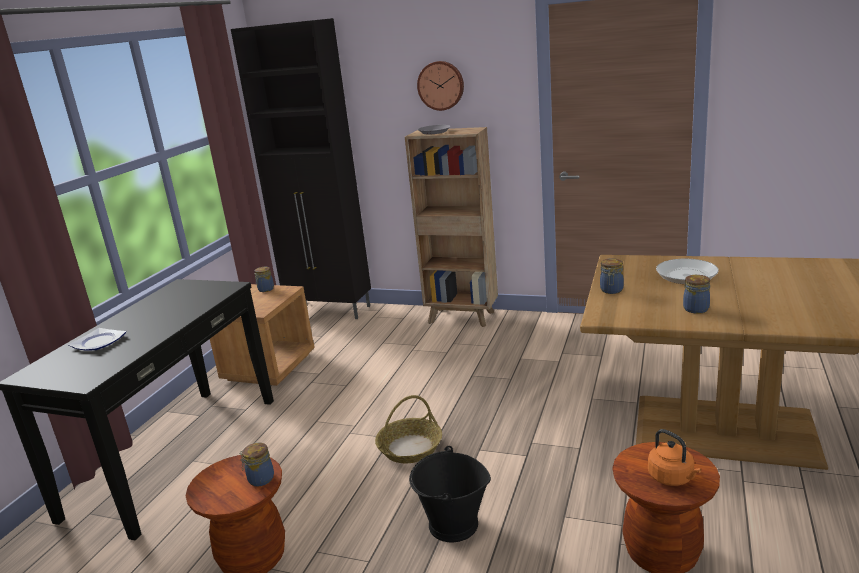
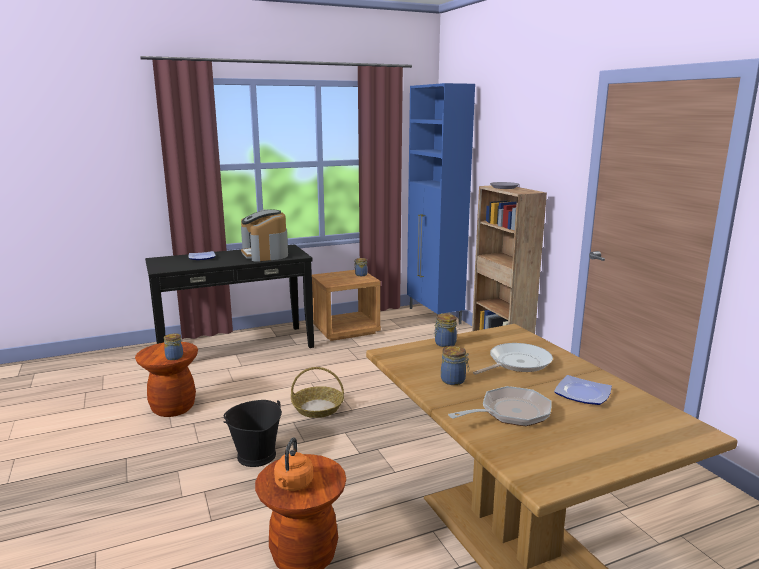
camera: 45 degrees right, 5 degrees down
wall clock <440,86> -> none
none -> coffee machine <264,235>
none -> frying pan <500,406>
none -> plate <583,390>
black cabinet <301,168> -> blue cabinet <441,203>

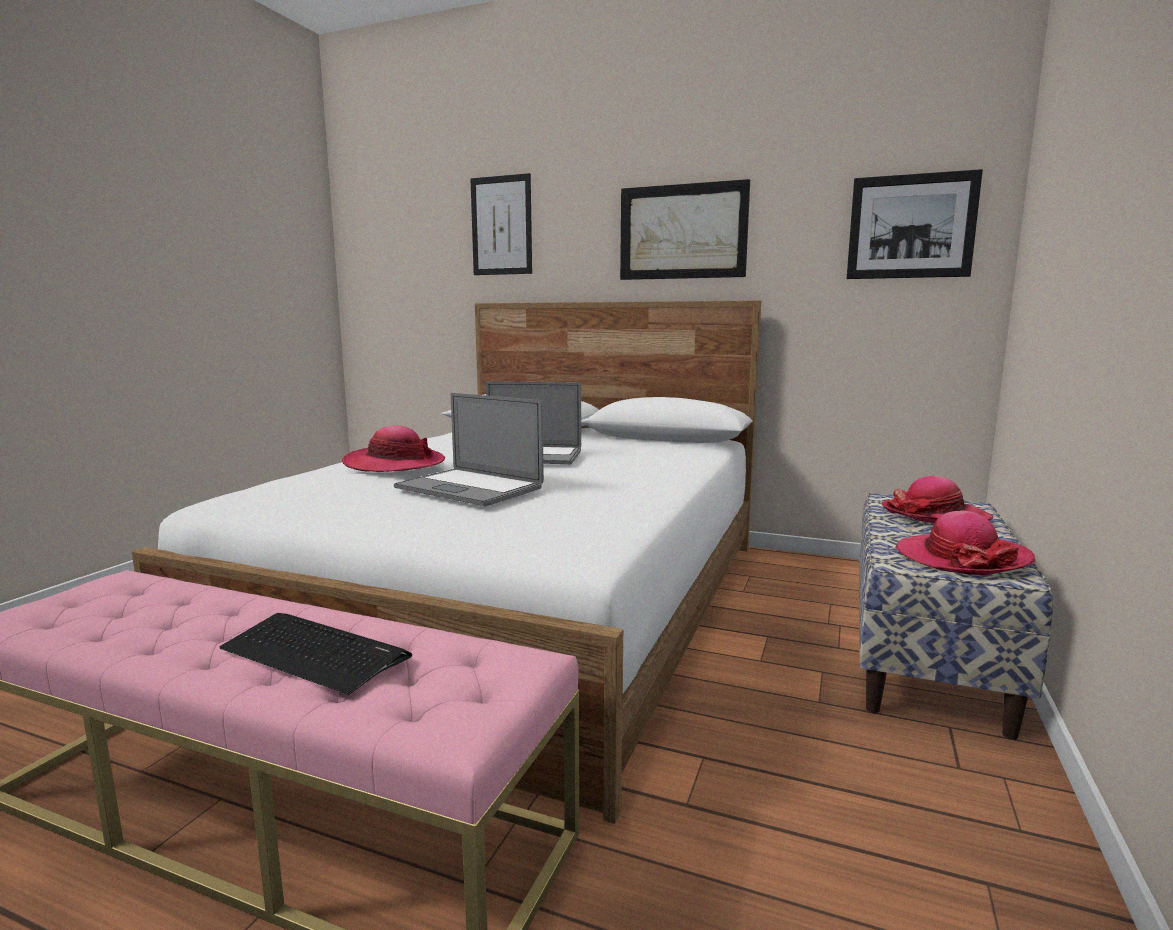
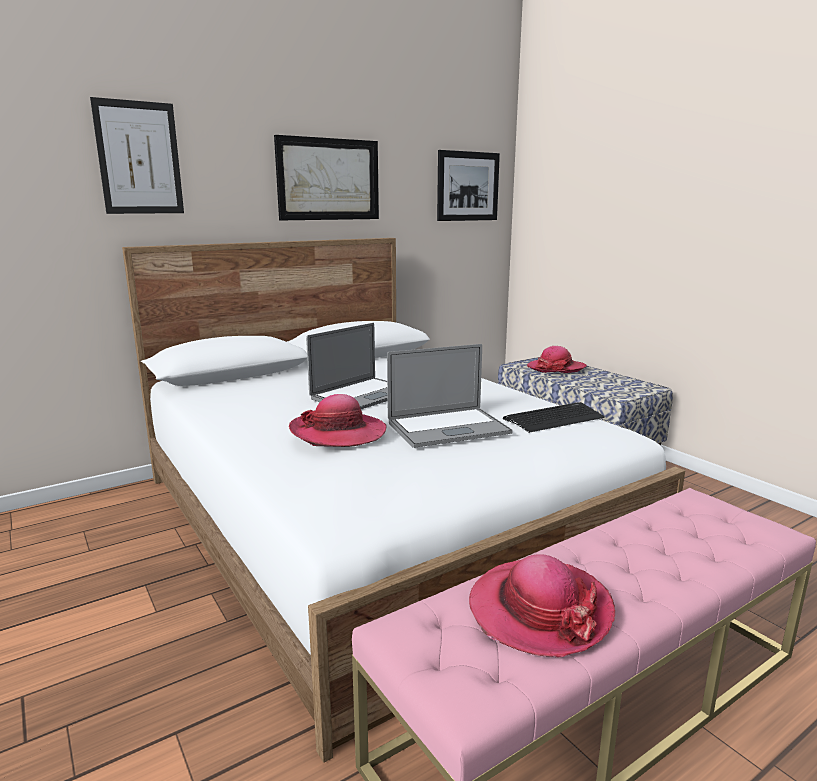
camera: 55 degrees left, 5 degrees up
keyboard <315,654> -> keyboard <554,417>, shifted
hat <965,542> -> hat <542,606>, shifted

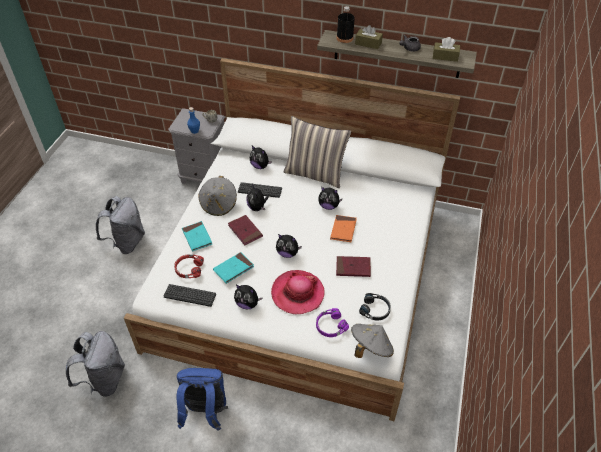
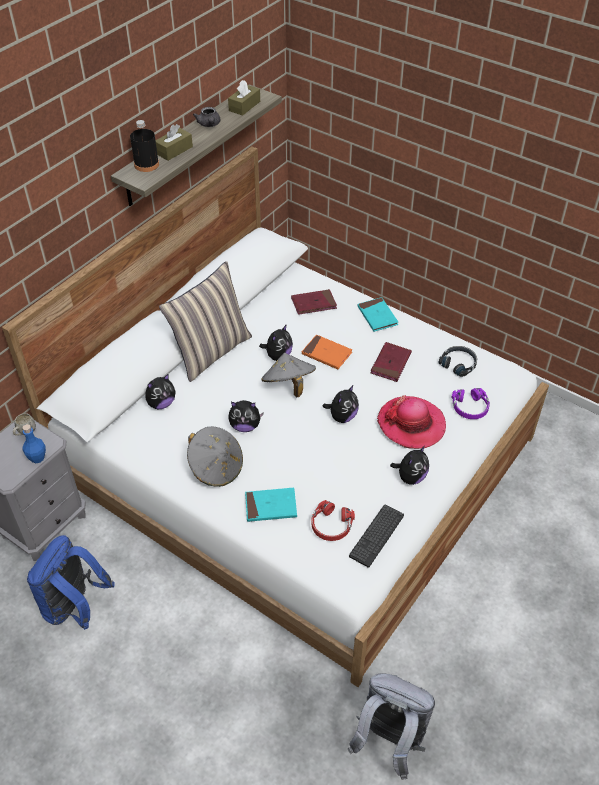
camera: 70 degrees left, 0 degrees up
grey backpack <120,225> -> none
keyboard <260,190> -> none
blue backpack <202,399> -> blue backpack <70,582>, shifted
turquoise book <233,268> -> turquoise book <378,314>, shifted
red book <245,230> -> red book <314,302>, shifted
grey hat <372,341> -> grey hat <288,375>, shifted

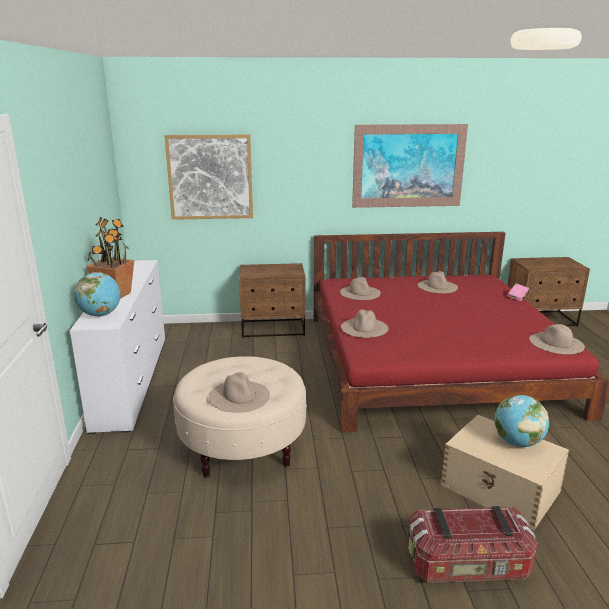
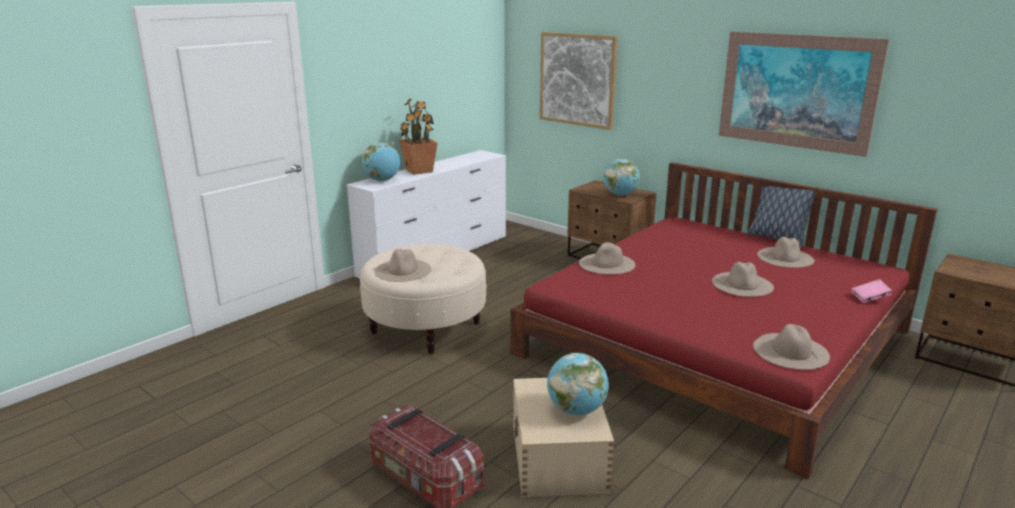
camera: 45 degrees right, 0 degrees up
none -> globe <621,177>
none -> pillow <783,216>
beige hat <360,288> -> beige hat <743,279>, shifted

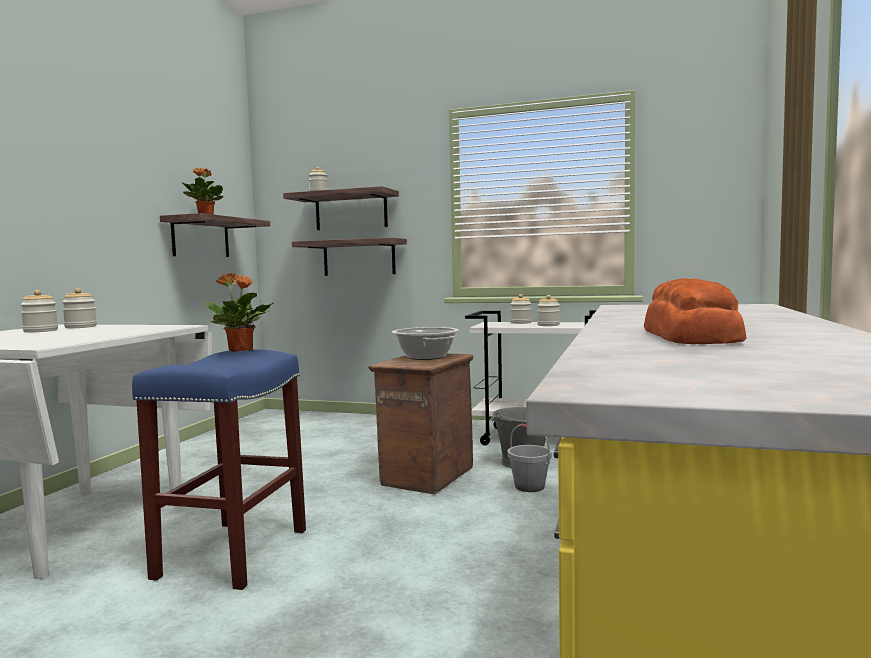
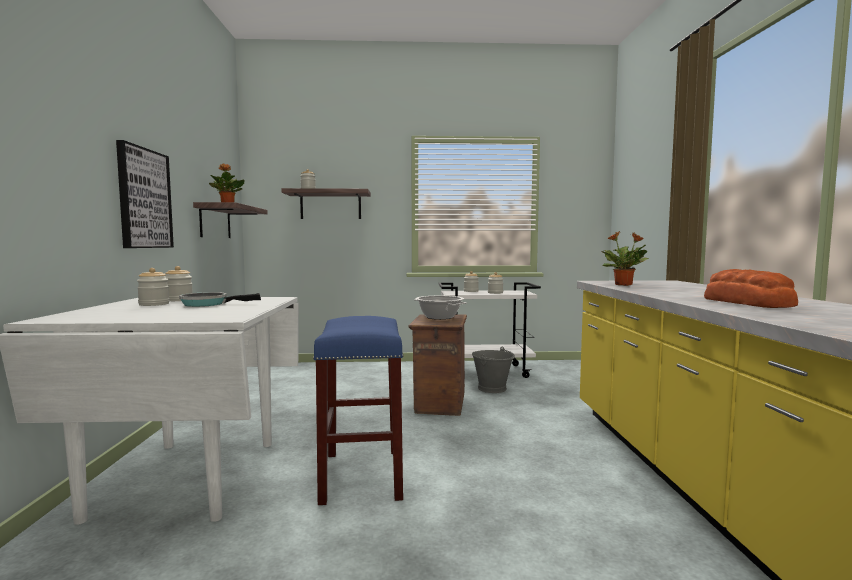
camera: 20 degrees left, 0 degrees up
shelf <349,256> -> none
grey bucket <529,458> -> none
none -> picture <145,194>
none -> frying pan <220,299>
potted plant <239,312> -> potted plant <625,259>, shifted

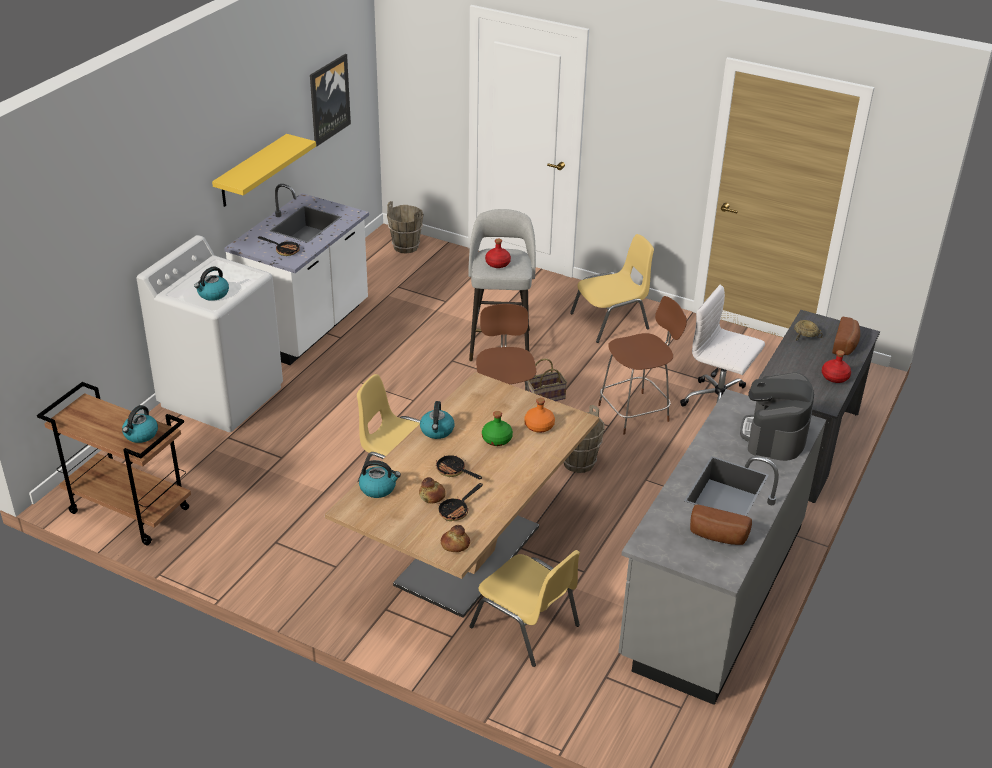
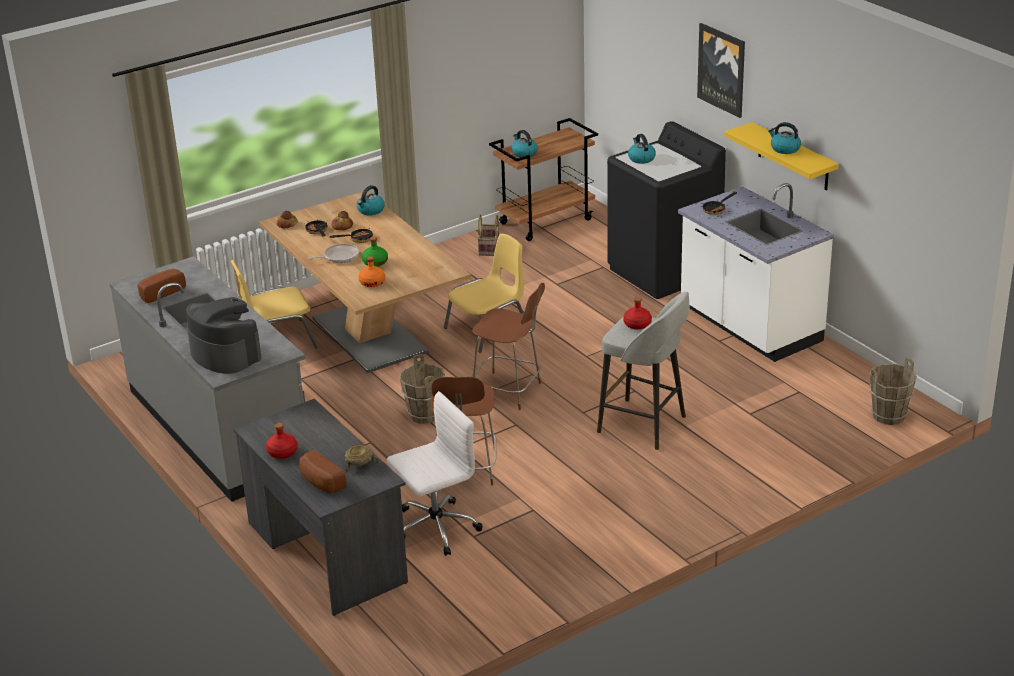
camera: 120 degrees right, 5 degrees down
yellow chair <612,288> -> none
none -> frying pan <333,253>
picture <330,100> -> picture <721,70>, shifted
kettle <437,420> -> kettle <784,138>, shifted
basket <547,379> -> basket <488,235>, shifted
white washing machine <209,333> -> black washing machine <666,210>

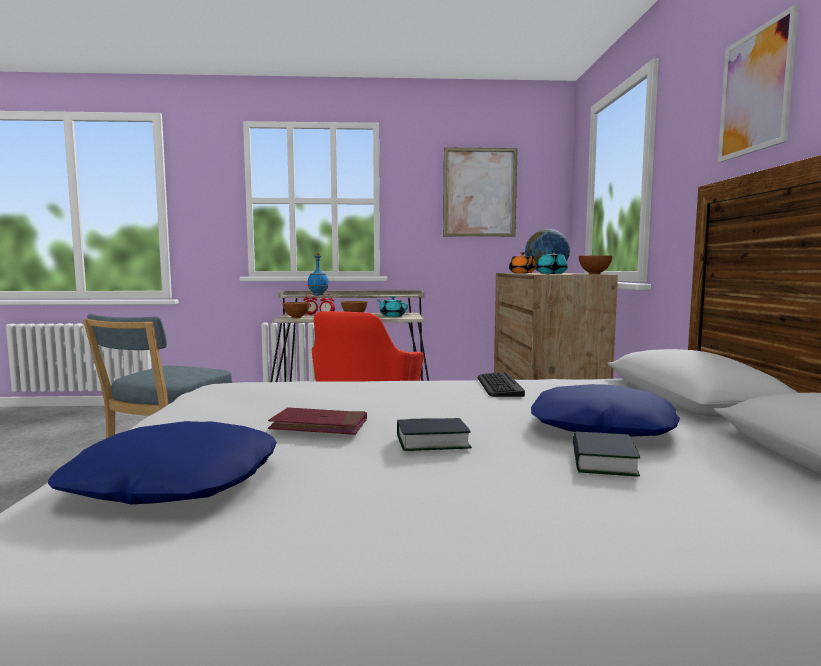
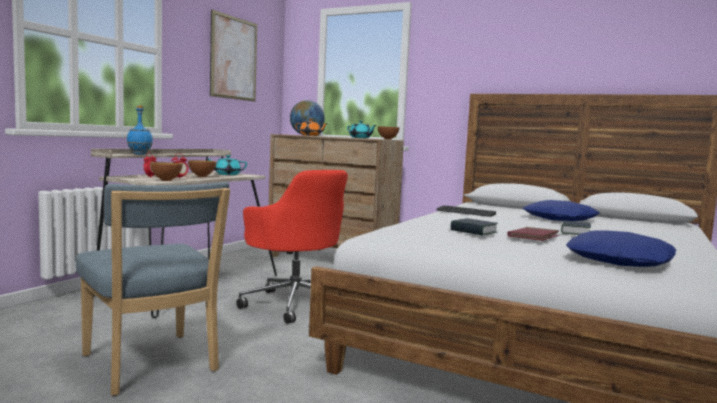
camera: 60 degrees left, 0 degrees up
picture <758,83> -> none
book <606,454> -> book <474,227>, shifted

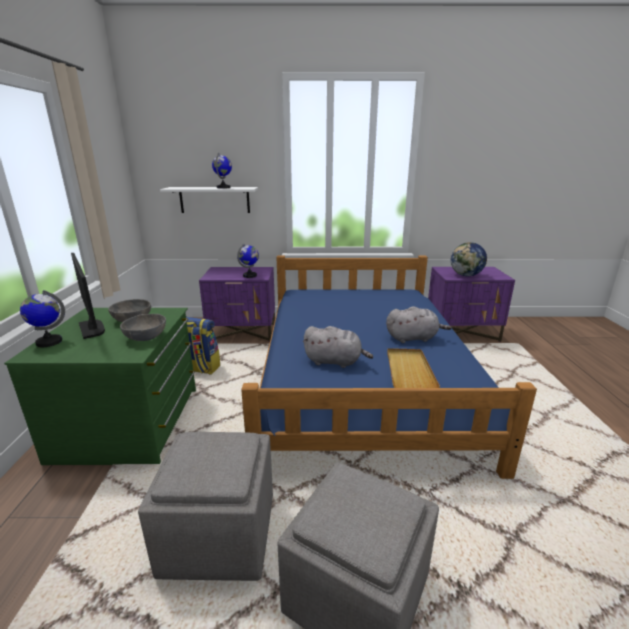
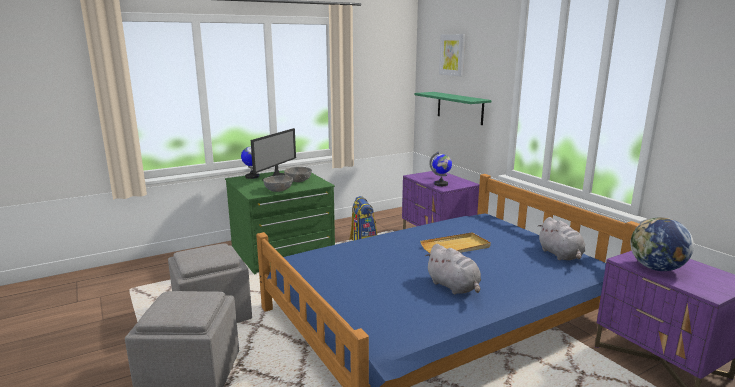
camera: 60 degrees right, 5 degrees down
globe <222,171> -> none
none -> picture <452,55>
grey plush toy <338,347> -> grey plush toy <561,238>, shifted
beige tray <413,368> -> beige tray <455,242>, shifted
white shelf <209,200> -> green shelf <453,108>

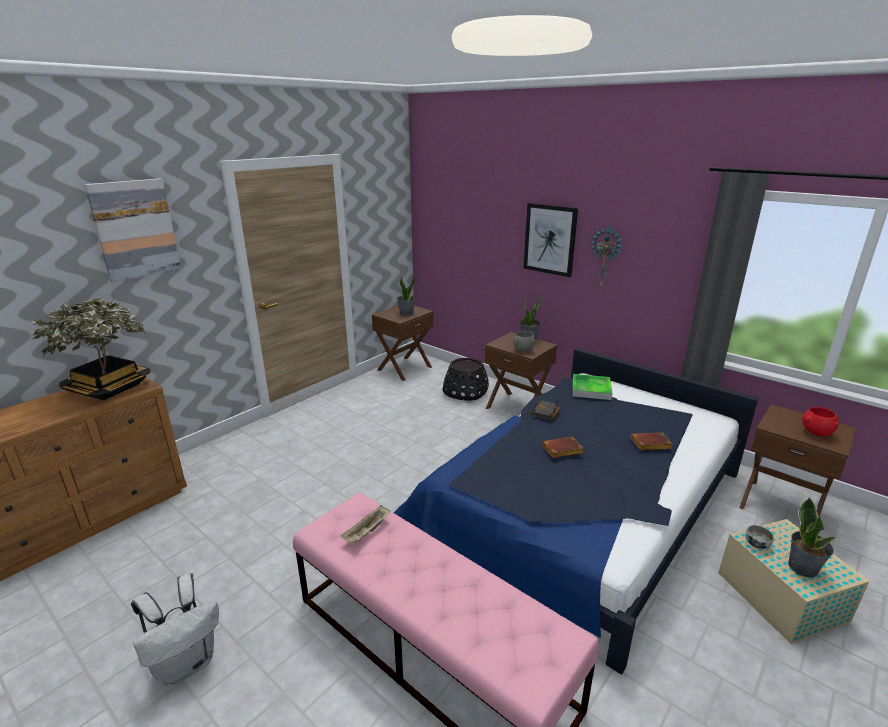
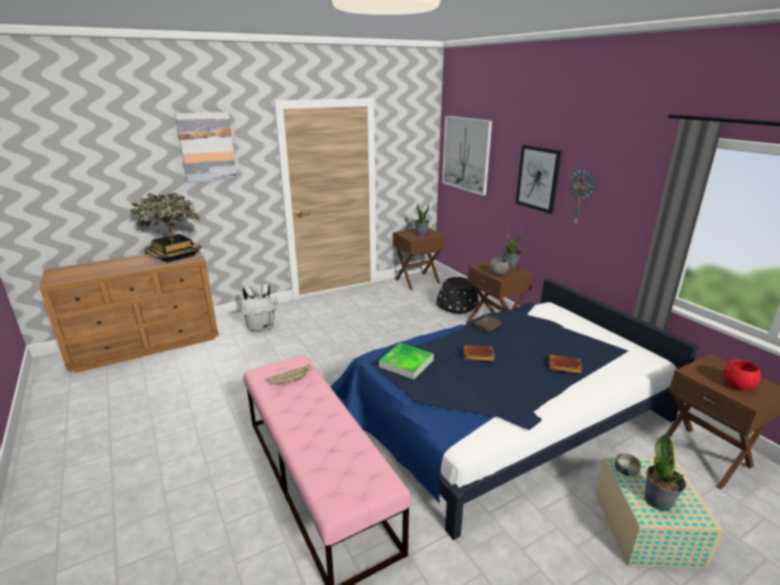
camera: 20 degrees right, 0 degrees up
none -> picture <467,156>
white backpack <175,629> -> white backpack <258,308>, shifted
tray <593,387> -> tray <406,361>, shifted

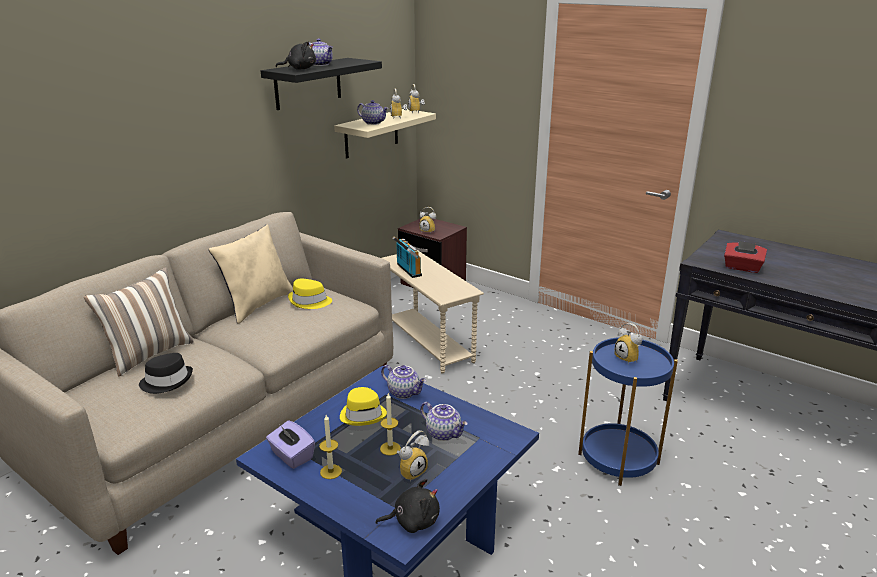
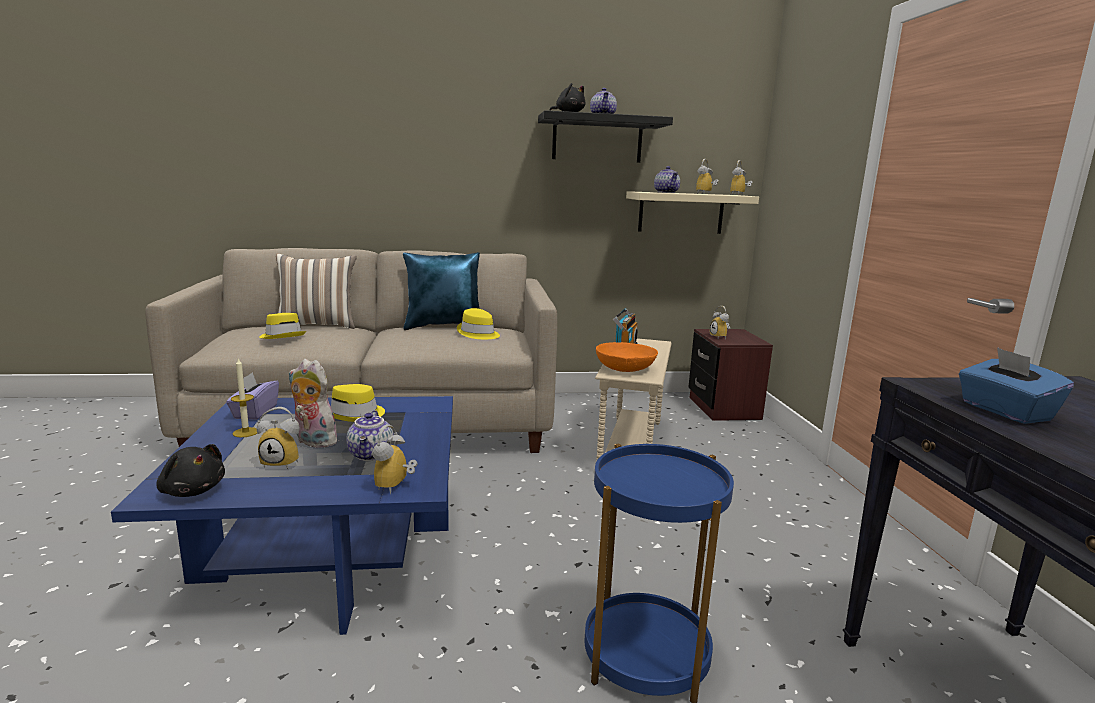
camera: 45 degrees right, 10 degrees down
teapot <403,382> -> none
none -> orange bowl <627,357>
alarm clock <628,343> -> alarm clock <394,459>, shifted
candle <390,424> -> plush toy <315,403>
black hat <166,373> -> yellow hat <282,326>
beige pillow <251,274> -> blue pillow <441,291>
red tissue box <745,257> -> blue tissue box <1016,385>

